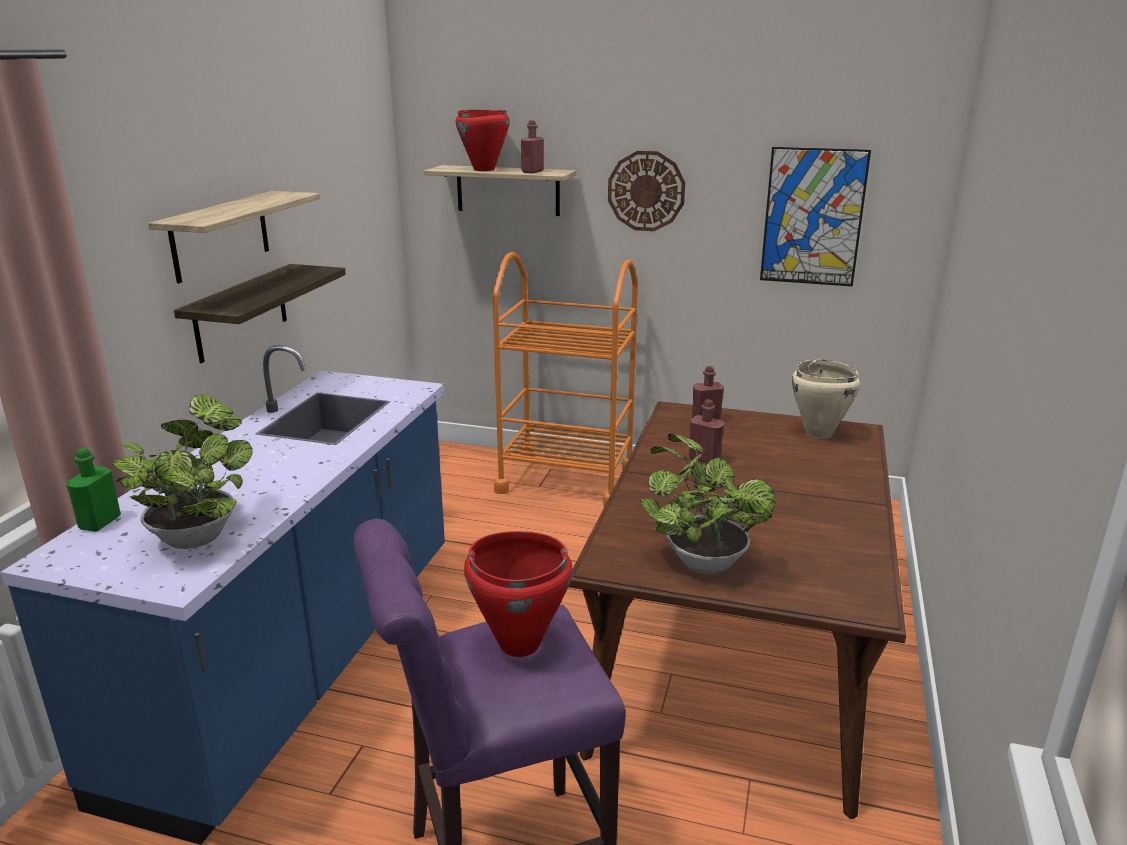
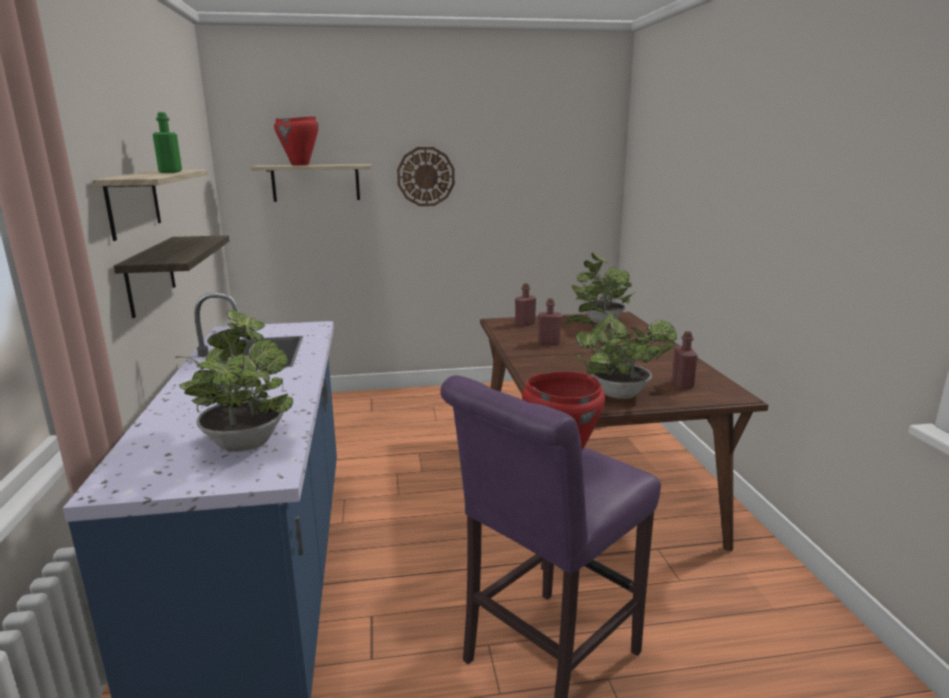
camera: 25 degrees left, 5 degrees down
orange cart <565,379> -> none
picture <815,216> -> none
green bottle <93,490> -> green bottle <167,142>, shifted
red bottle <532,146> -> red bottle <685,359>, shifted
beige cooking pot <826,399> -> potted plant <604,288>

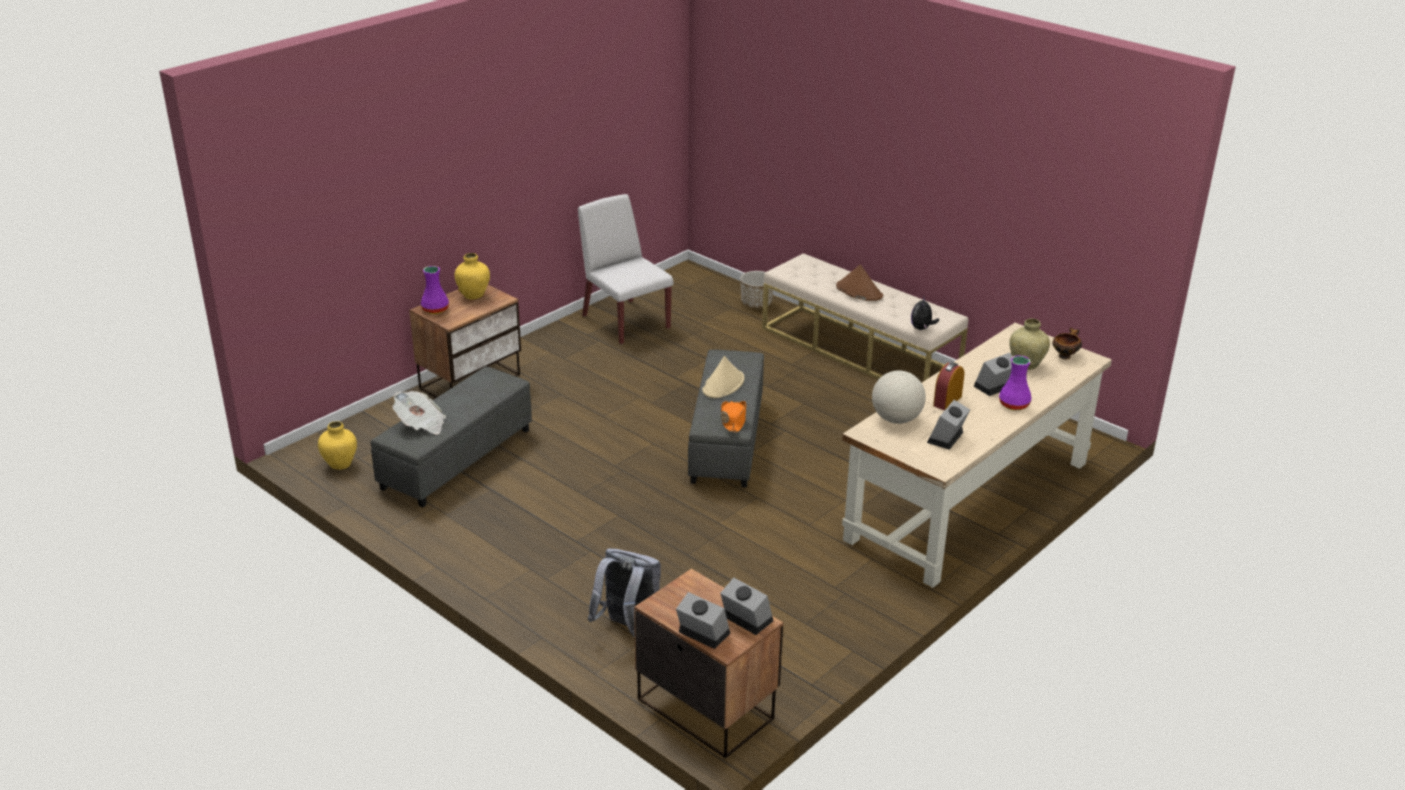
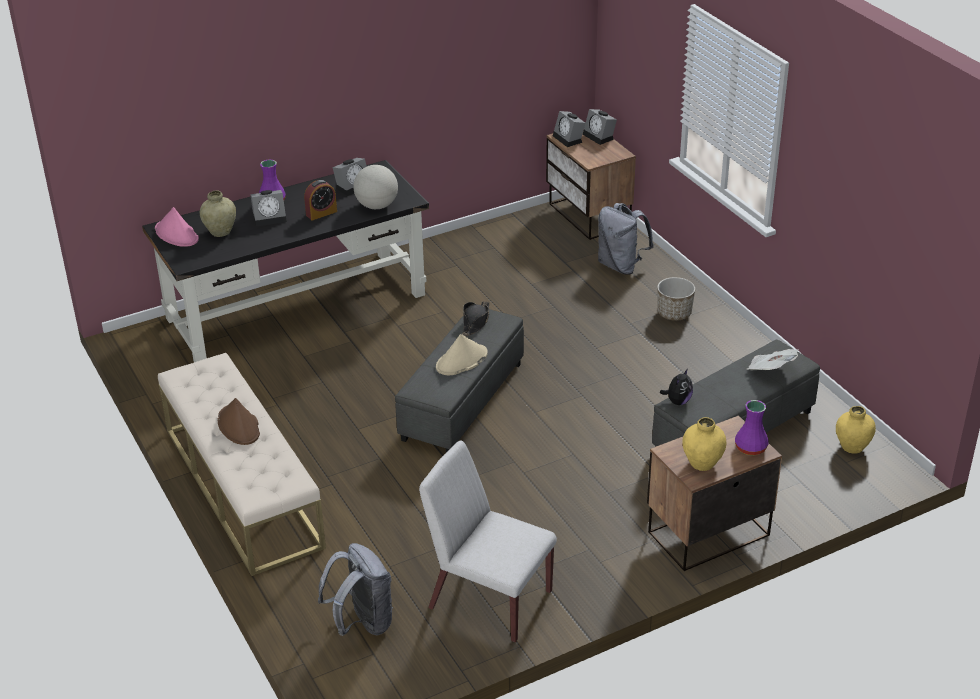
camera: 160 degrees left, 5 degrees up
none -> grey backpack <355,589>
planter <756,289> -> planter <676,299>, shifted
plush toy <925,314> -> plush toy <676,387>, shifted
bowl <1067,344> -> pink hat <177,227>
orange hat <733,417> -> black hat <475,318>
beige desk <977,455> -> black desk <285,261>
white chair <626,269> -> white chair <488,541>, 135 degrees clockwise

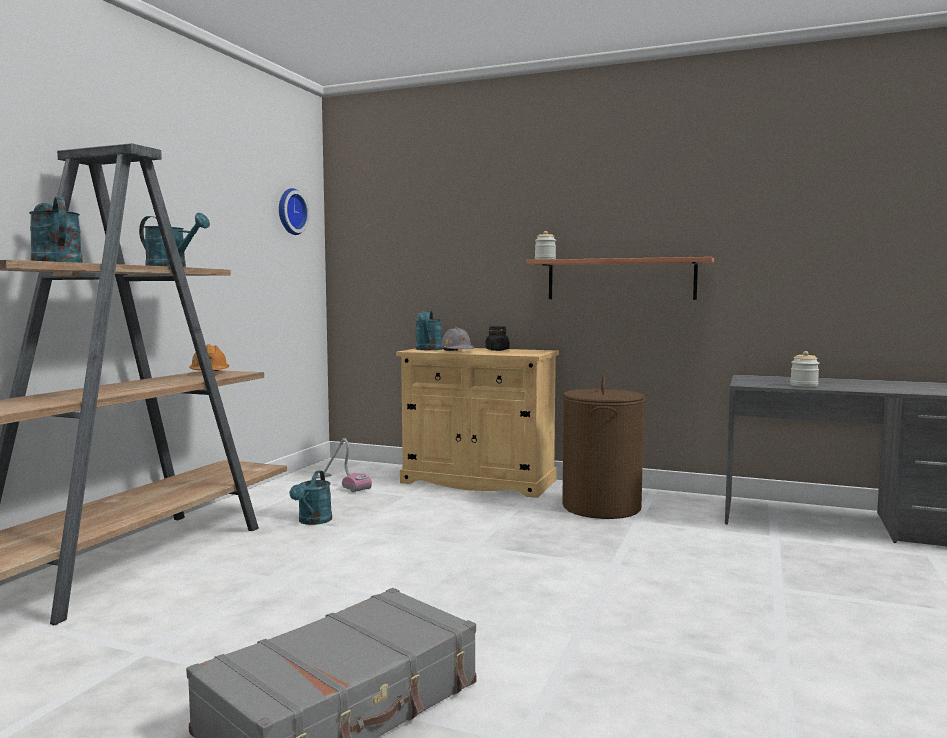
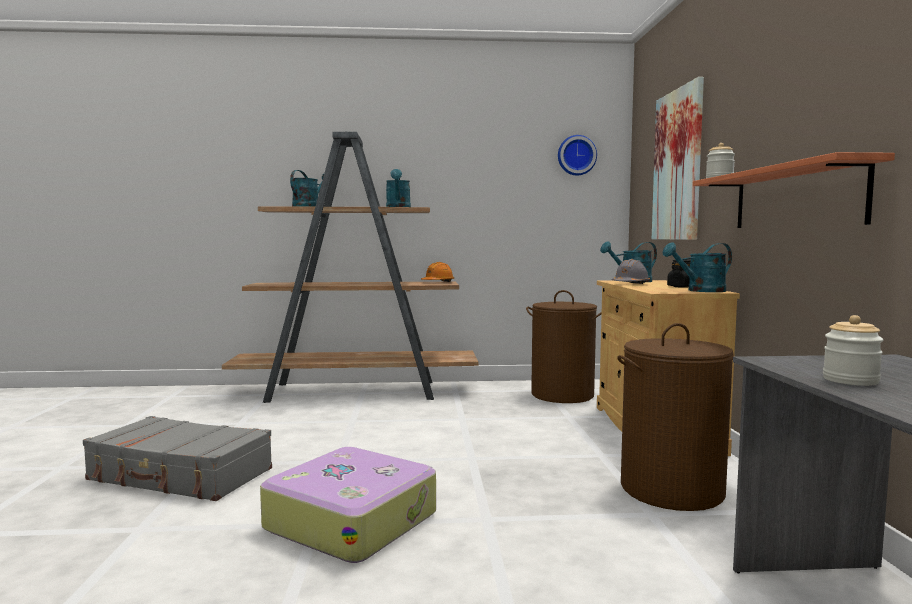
camera: 65 degrees right, 0 degrees up
none -> suitcase <348,505>
none -> picture <678,158>
turquoise watering can <310,498> -> turquoise watering can <697,267>, shifted
vacuum cleaner <344,465> -> brown laundry basket <564,346>

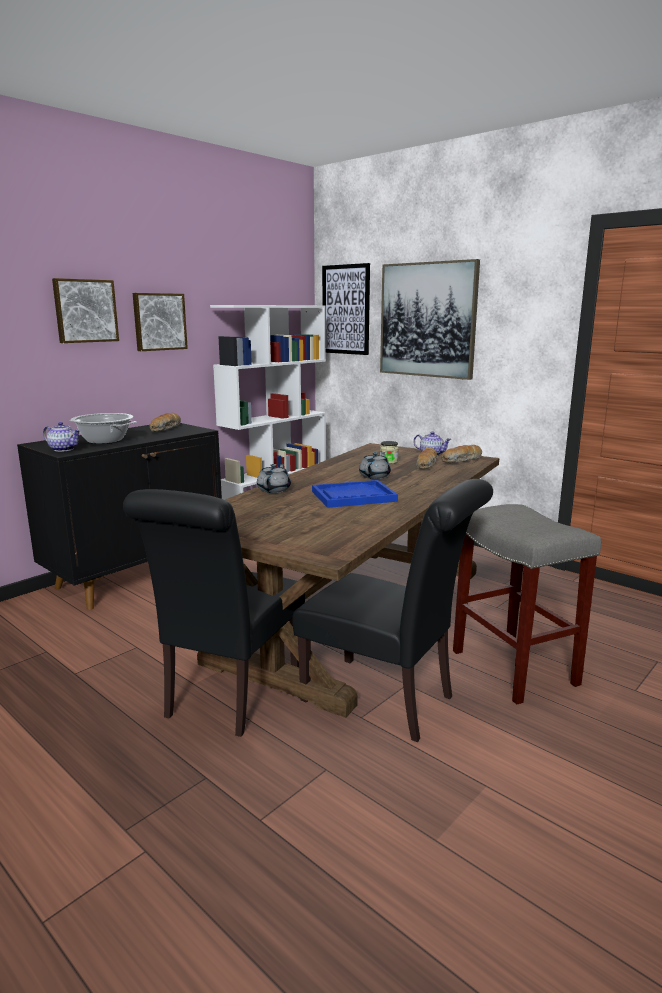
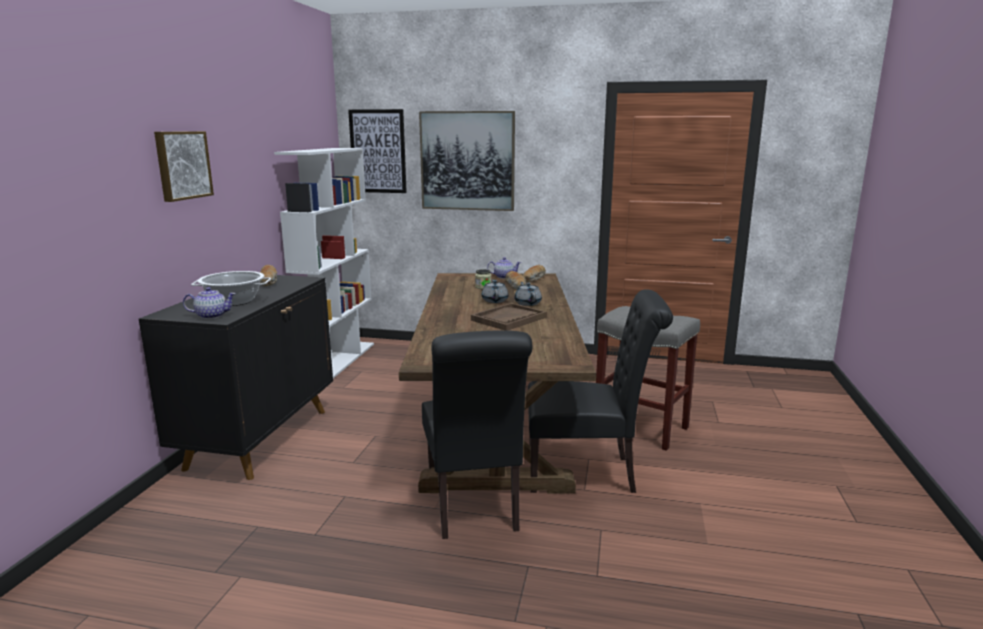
camera: 30 degrees left, 0 degrees up
picture <160,322> -> none
grey teapot <274,478> -> grey teapot <528,294>, shifted
blue tray <355,494> -> brown tray <509,316>

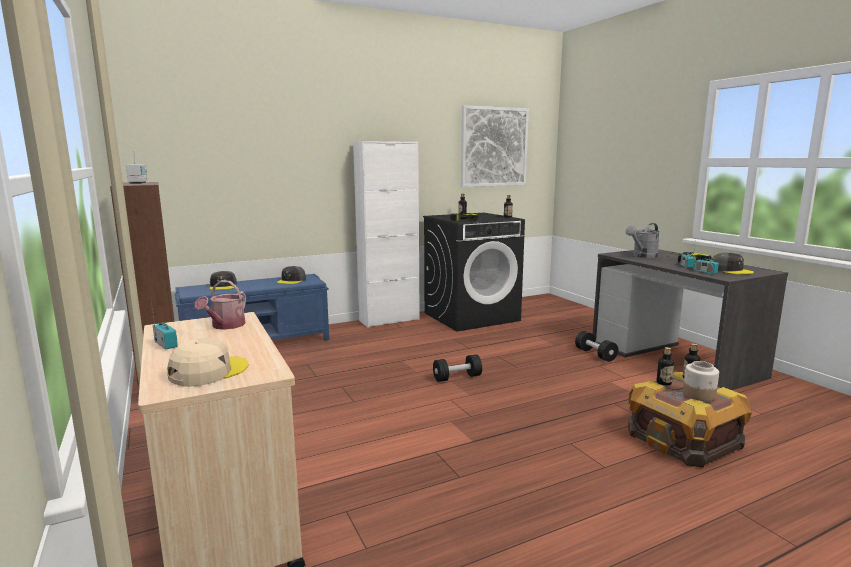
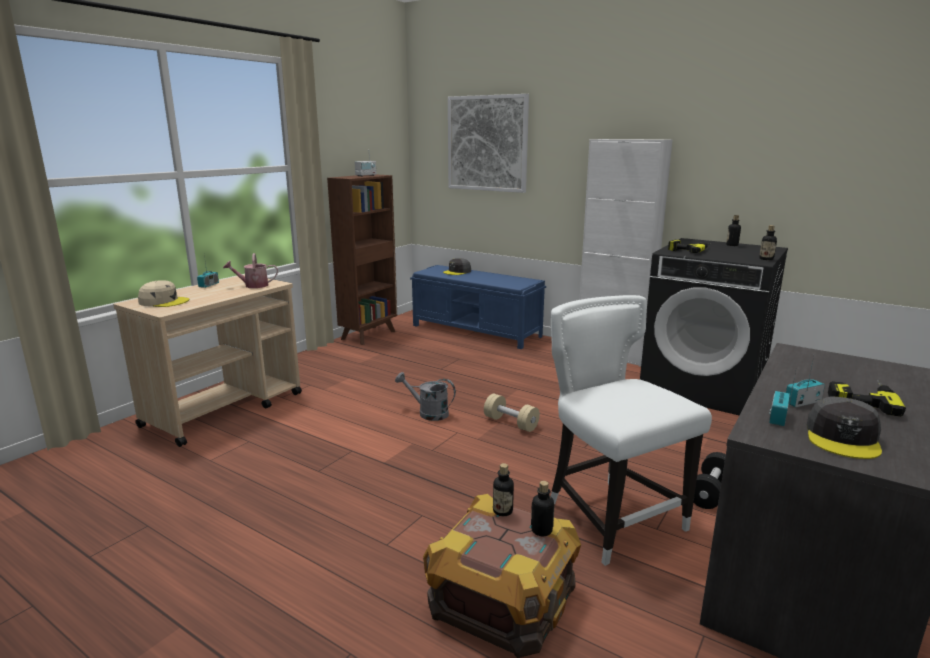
camera: 60 degrees right, 5 degrees up
grey cap <291,275> -> none
jar <701,381> -> none
none -> white chair <631,430>
picture <495,146> -> picture <488,143>, shifted
grey watering can <643,240> -> grey watering can <425,396>, shifted
black dumbbell <457,368> -> beige dumbbell <512,413>

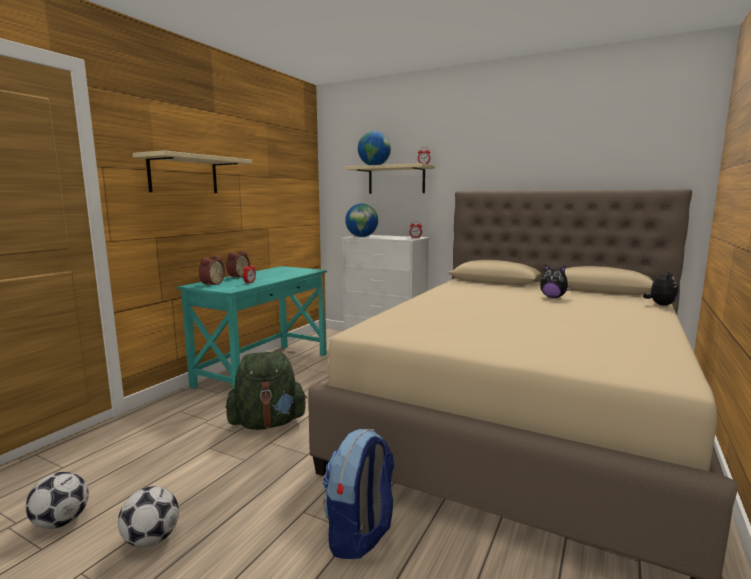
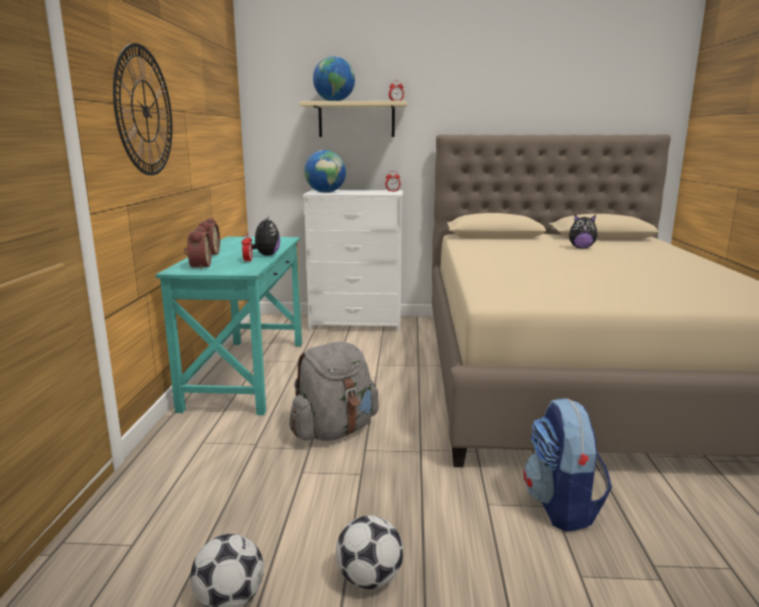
camera: 25 degrees left, 5 degrees up
plush toy <660,287> -> plush toy <266,236>, shifted
beige shelf <192,171> -> wall clock <143,109>
green backpack <266,390> -> grey backpack <334,391>

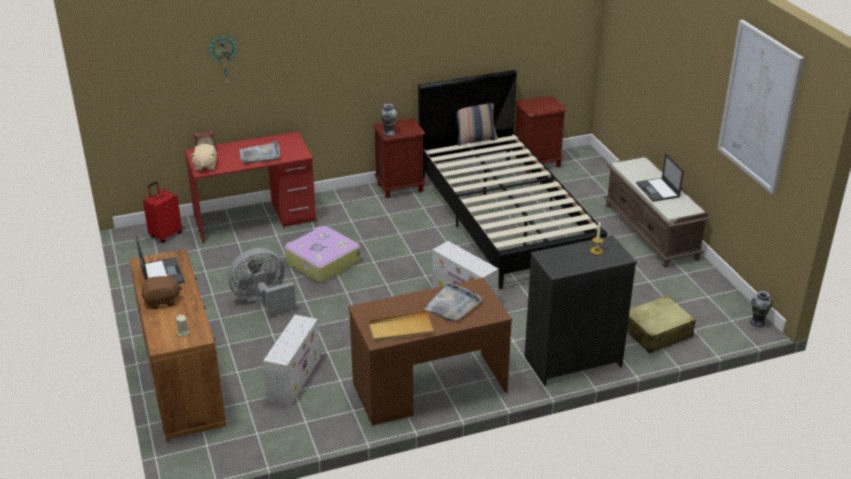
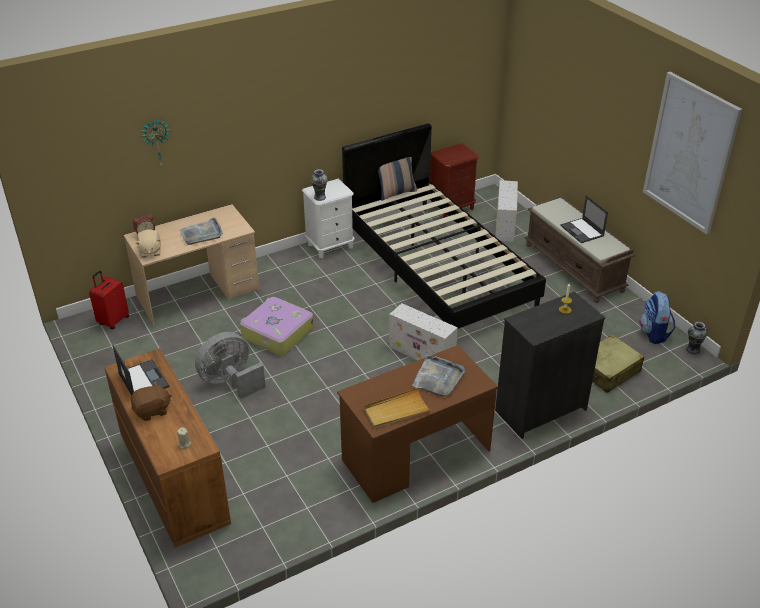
camera: 10 degrees left, 5 degrees up
none -> backpack <657,317>
white storage box <291,360> -> white storage box <506,211>, shifted
red desk <250,187> -> beige desk <192,265>
brown nightstand <399,158> -> white nightstand <328,218>

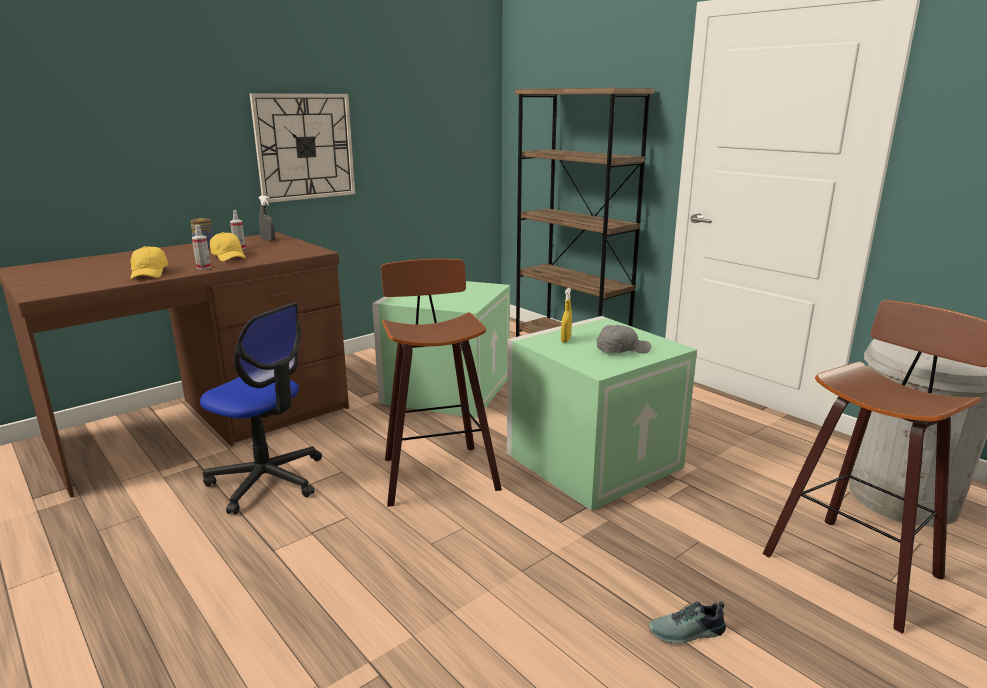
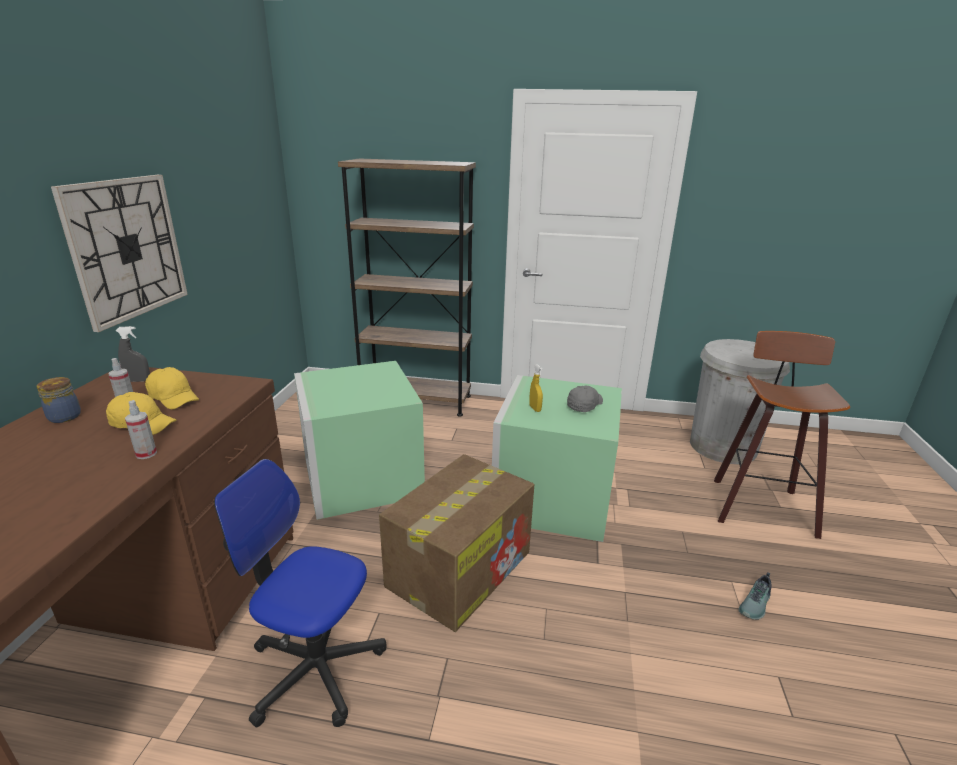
camera: 40 degrees left, 5 degrees up
yellow cap <149,262> -> yellow cap <172,388>, shifted
stool <441,383> -> cardboard box <456,543>
office chair <261,408> -> office chair <300,593>, 150 degrees counterclockwise

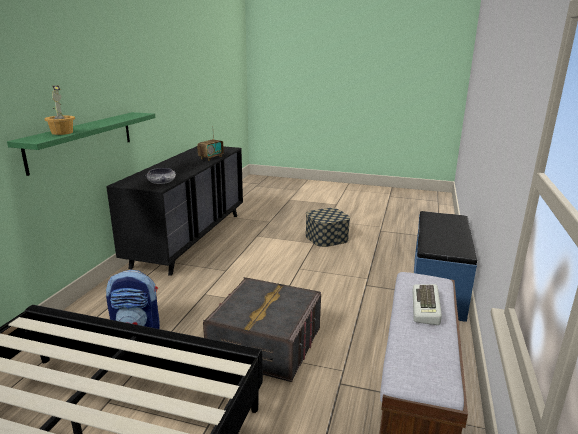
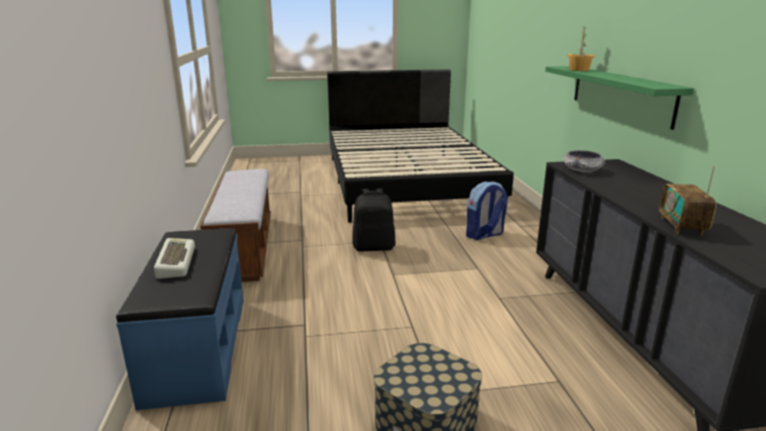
camera: 155 degrees right, 0 degrees up
keyboard <427,304> -> keyboard <174,258>, shifted
grey storage box <262,329> -> black backpack <374,219>

